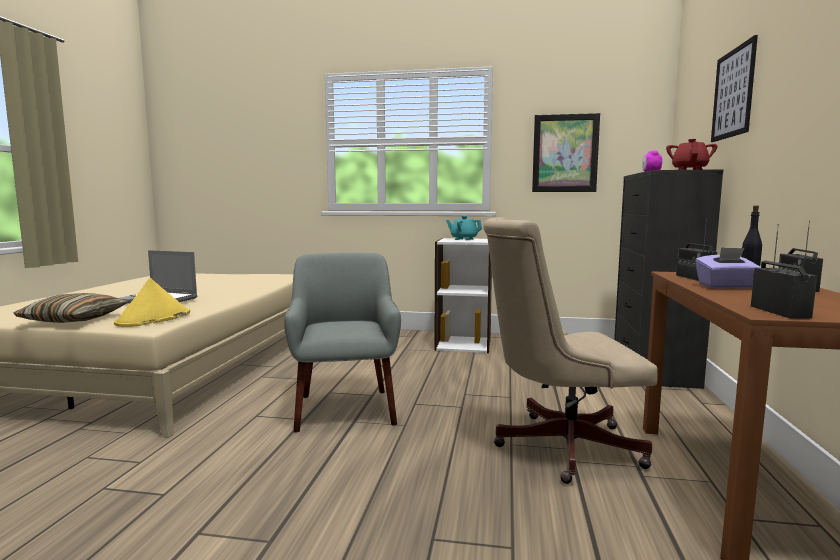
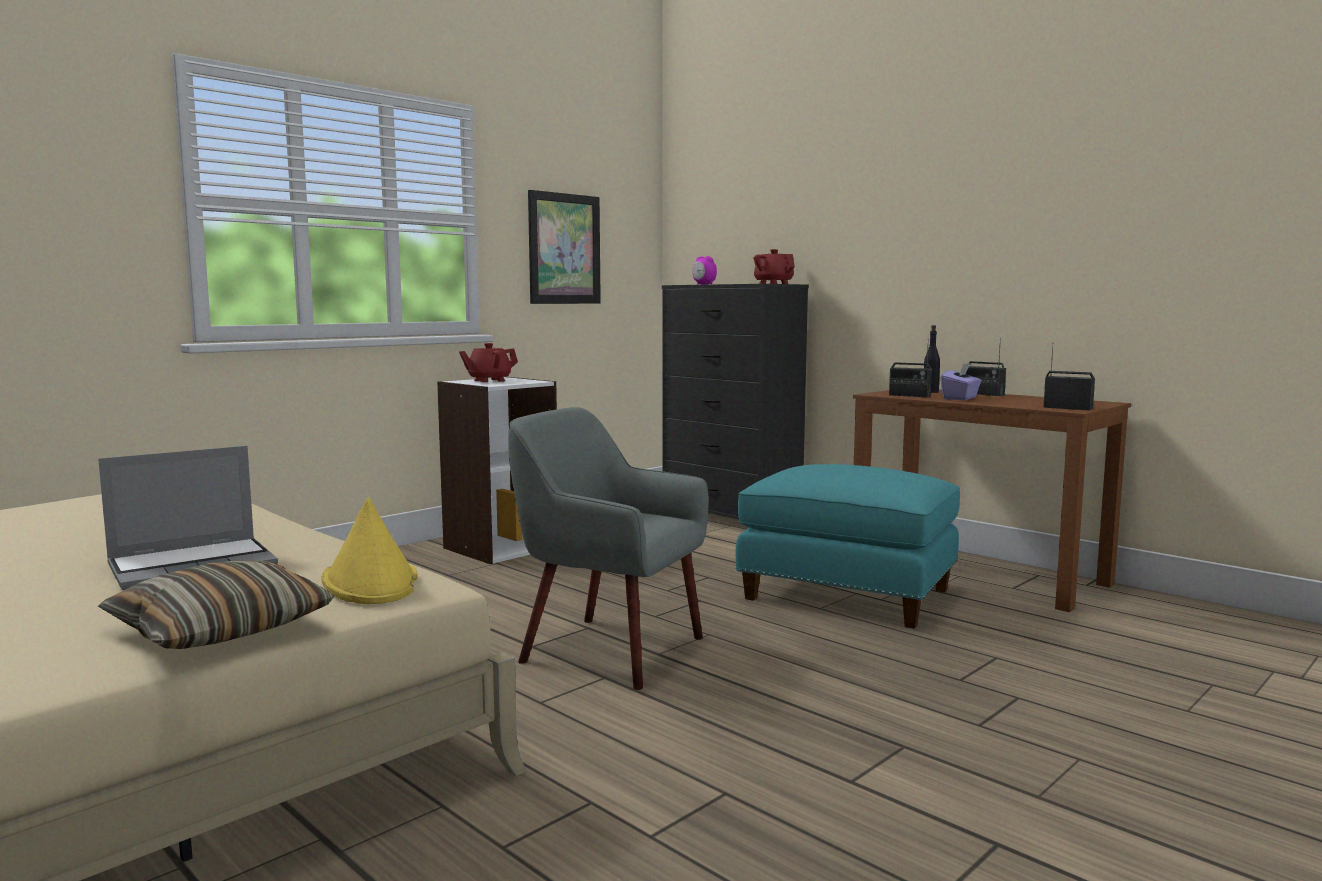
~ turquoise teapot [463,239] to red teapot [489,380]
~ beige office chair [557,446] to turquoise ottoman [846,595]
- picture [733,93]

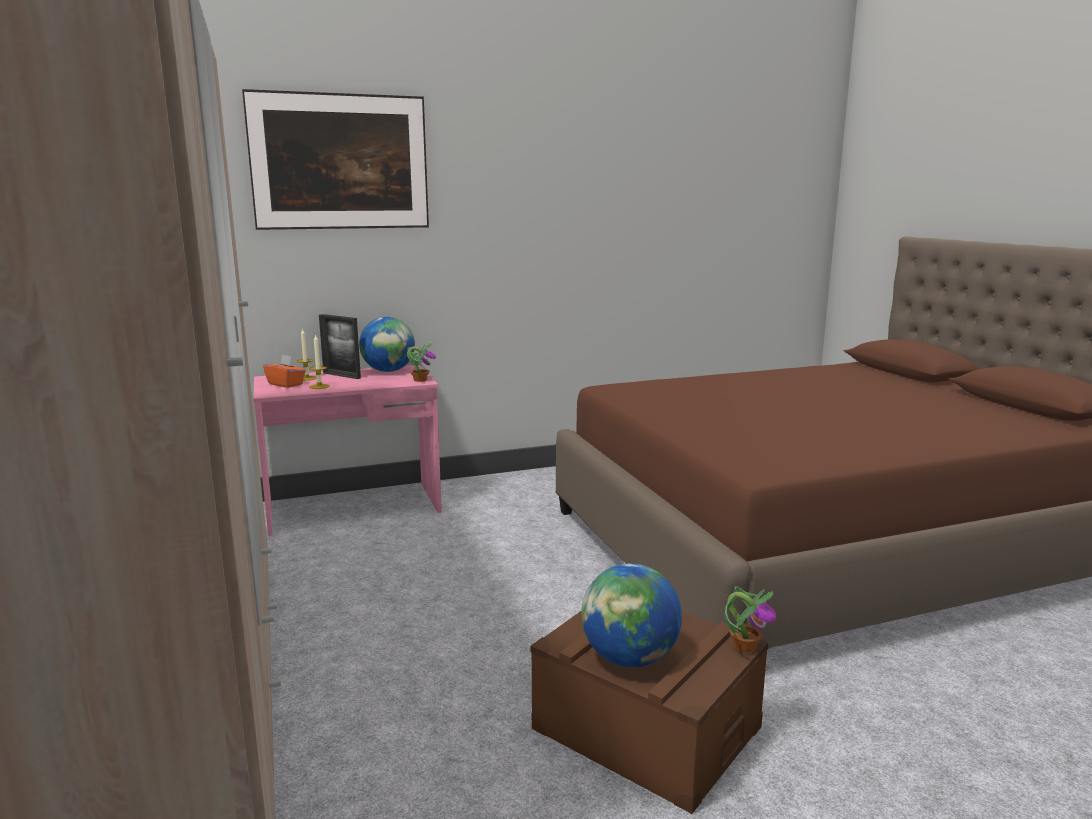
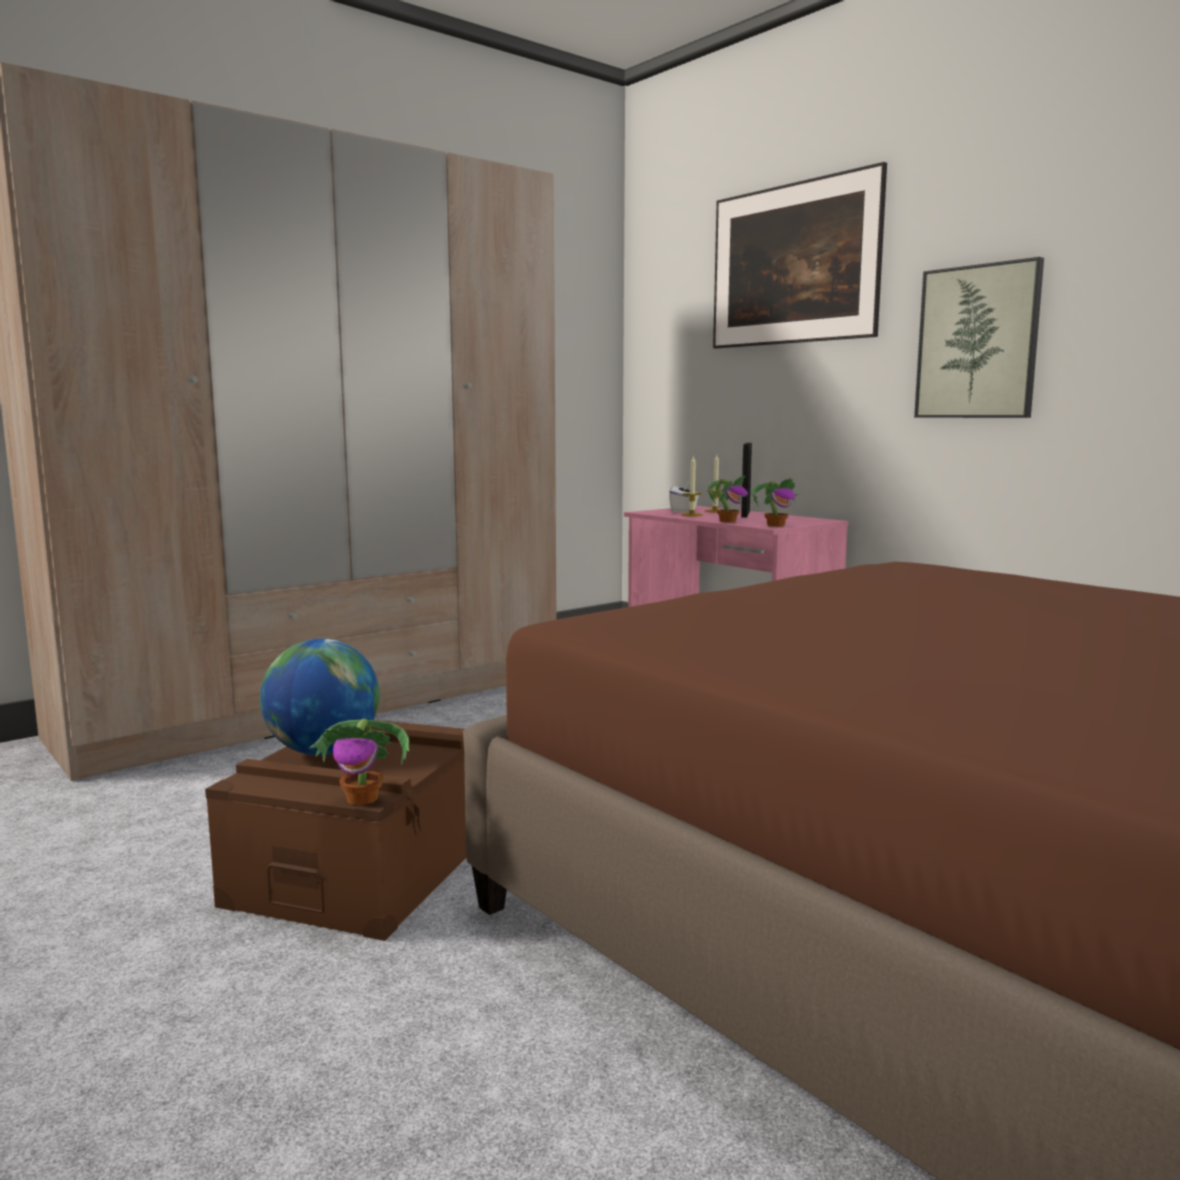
~ orange tissue box [286,384] to white tissue box [684,511]
+ potted plant [727,521]
+ picture [978,342]
- globe [388,371]

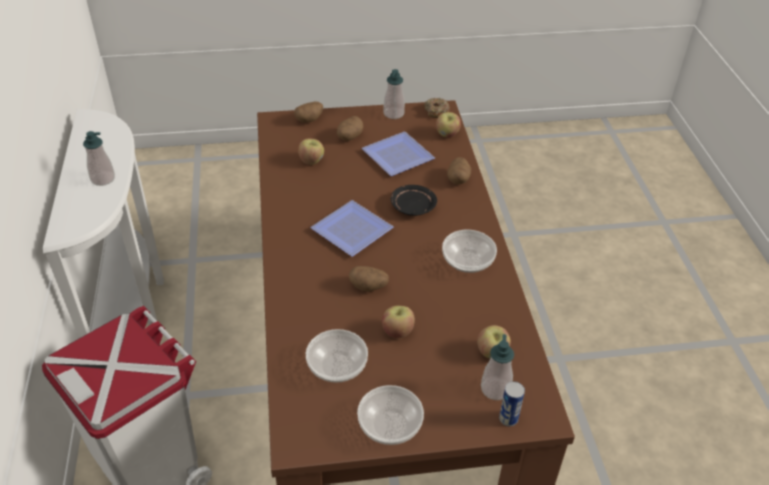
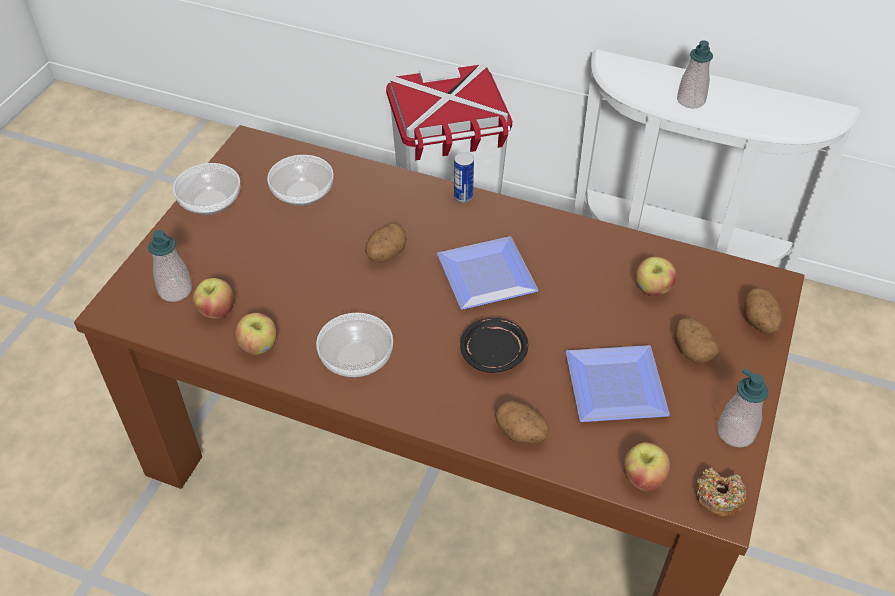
~ apple [397,331] to [259,346]
~ can [508,419] to [463,196]

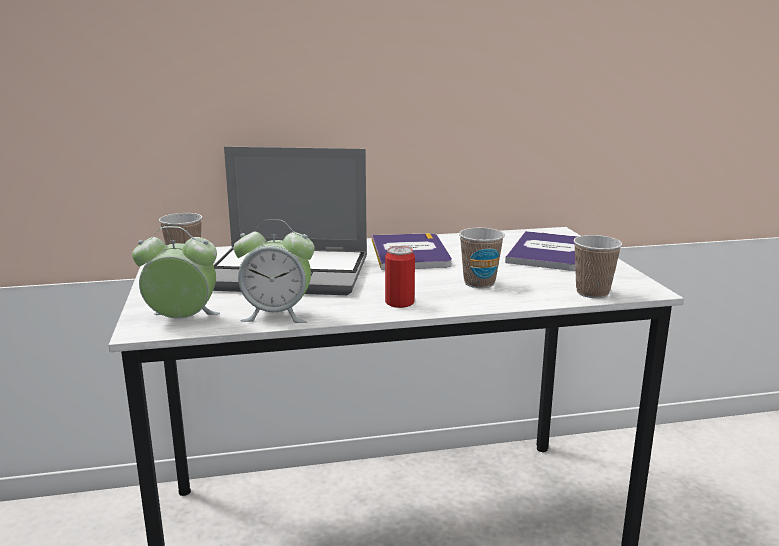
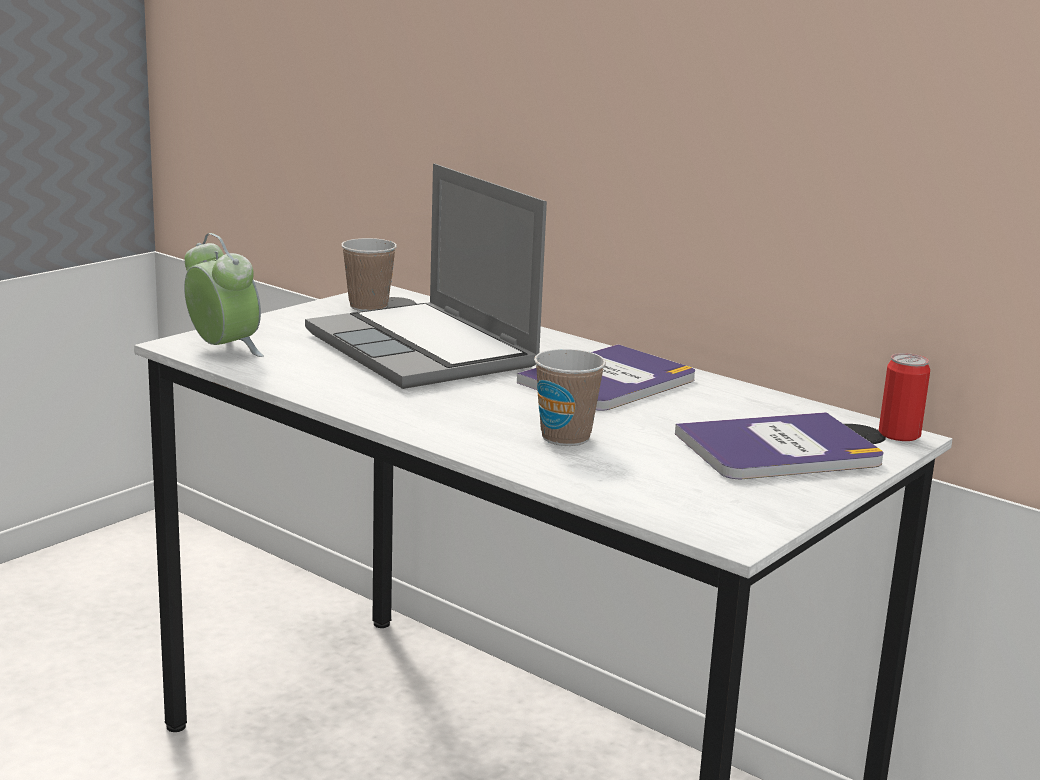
~ can [399,302] to [899,434]
- alarm clock [277,314]
- cup [592,293]

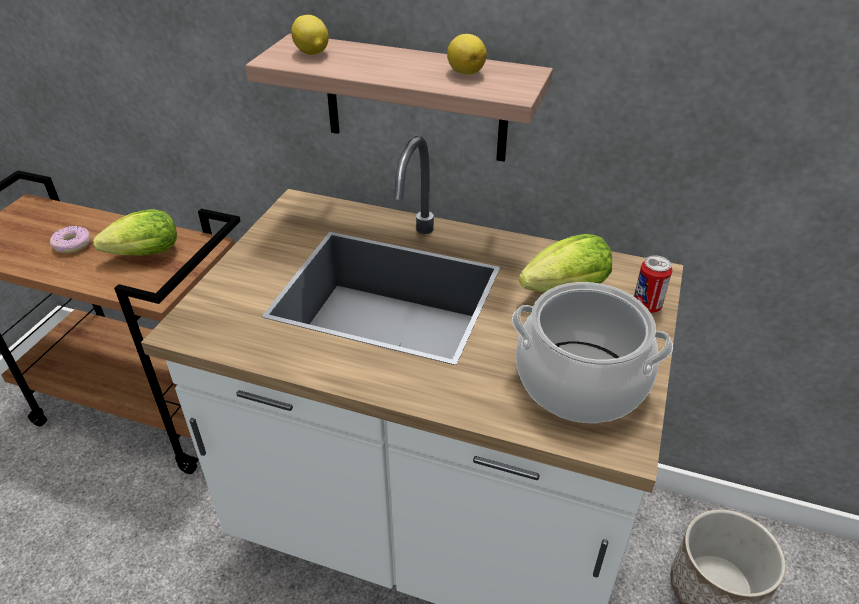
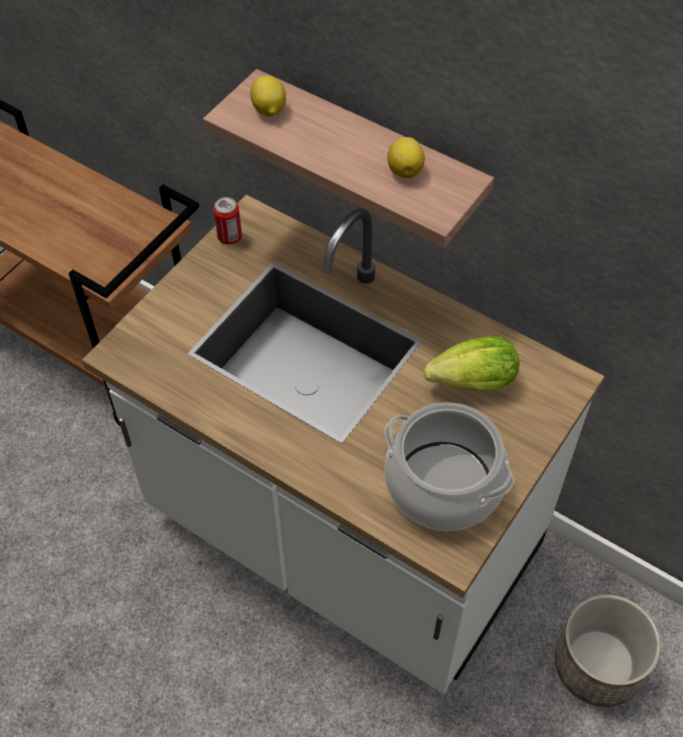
~ can [646,306] to [229,237]
- donut [72,245]
- lettuce [141,255]

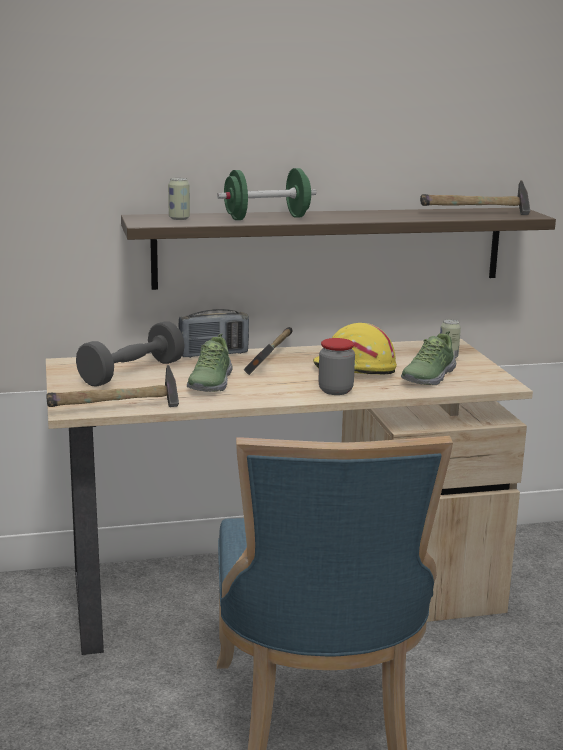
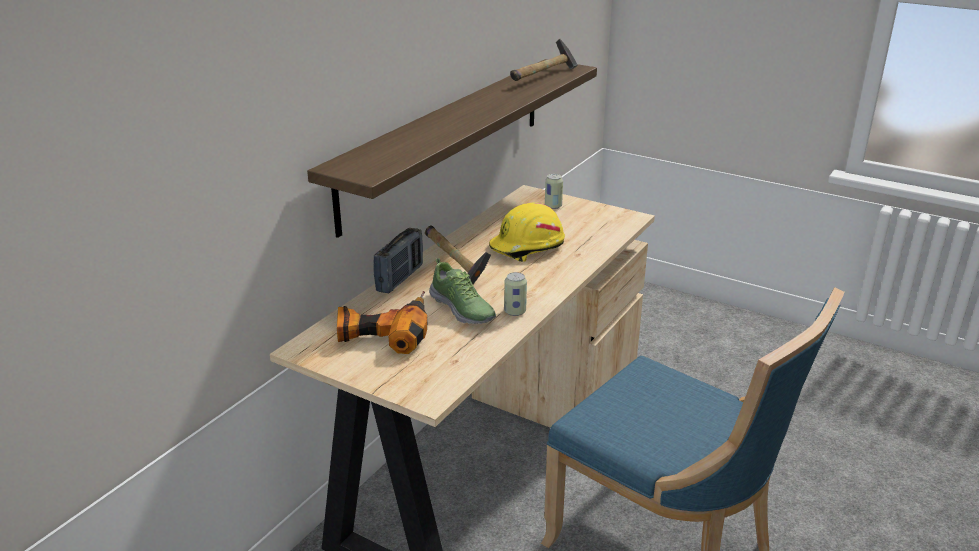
~ grey dumbbell [132,373] to power drill [383,331]
~ can [179,218] to [515,312]
- hammer [118,409]
- green dumbbell [267,218]
- jar [335,390]
- shoe [427,376]

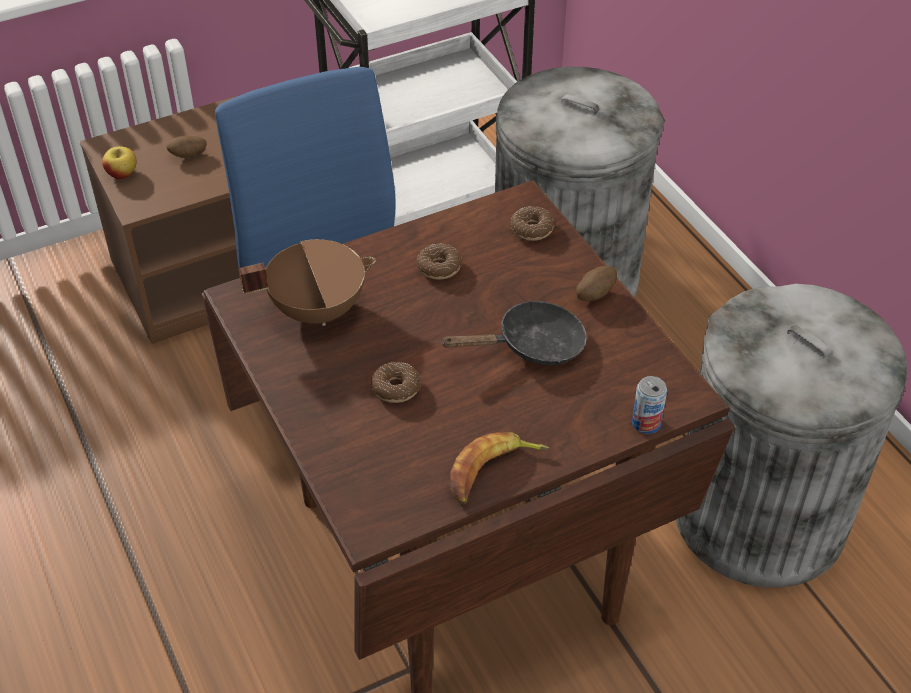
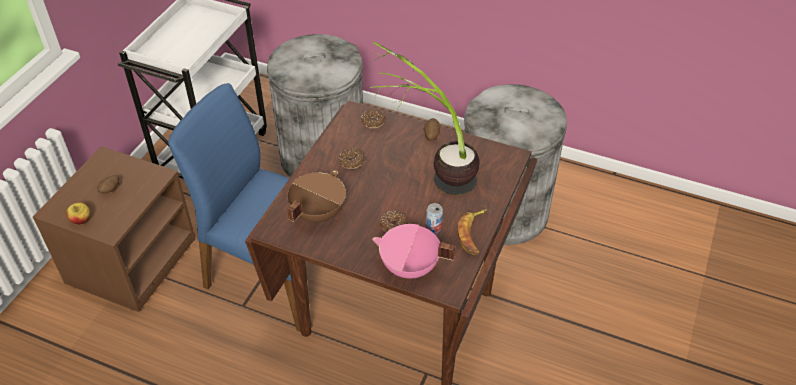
~ black frying pan [532,345] to potted plant [430,172]
+ pink cooking pot [409,268]
~ can [646,423] to [433,229]

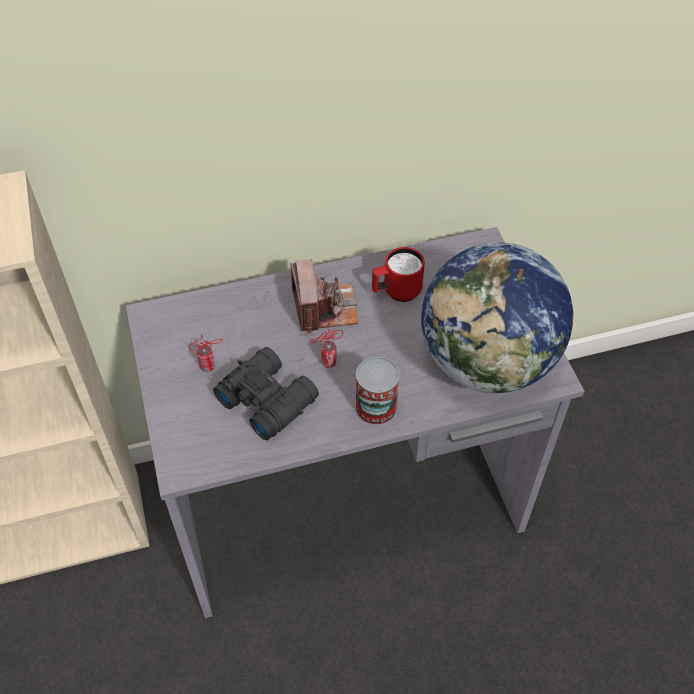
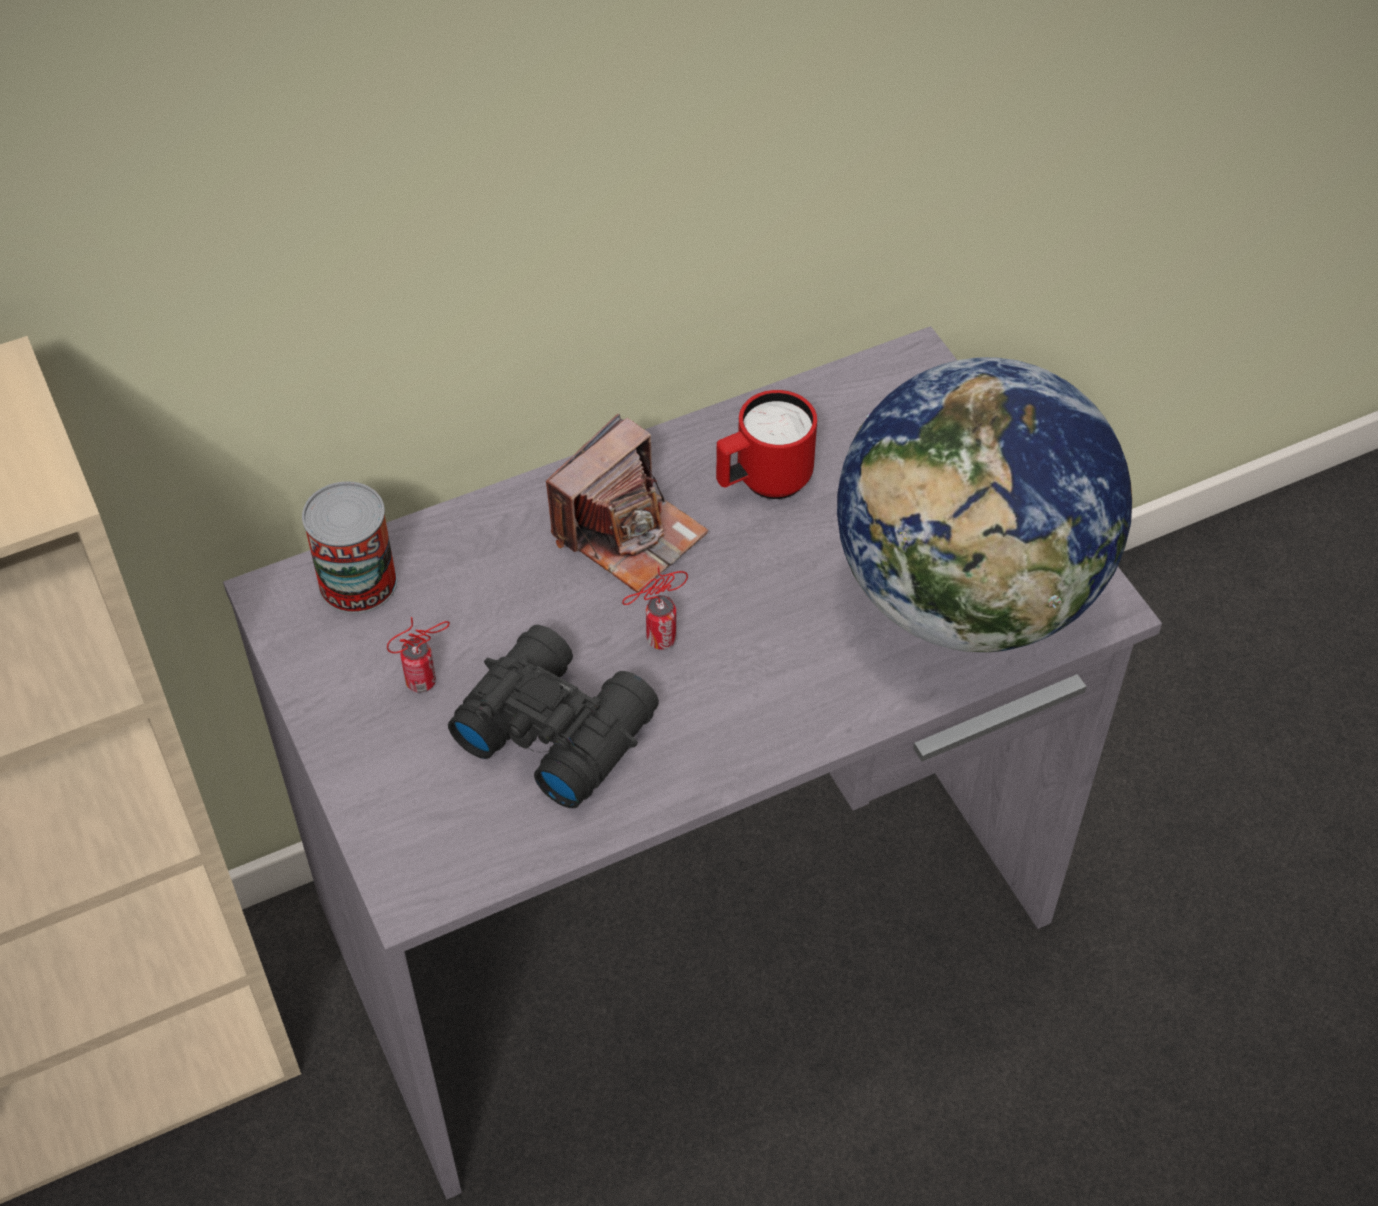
~ can [376,407] to [358,582]
~ photo camera [324,308] = [628,533] 60 degrees clockwise

